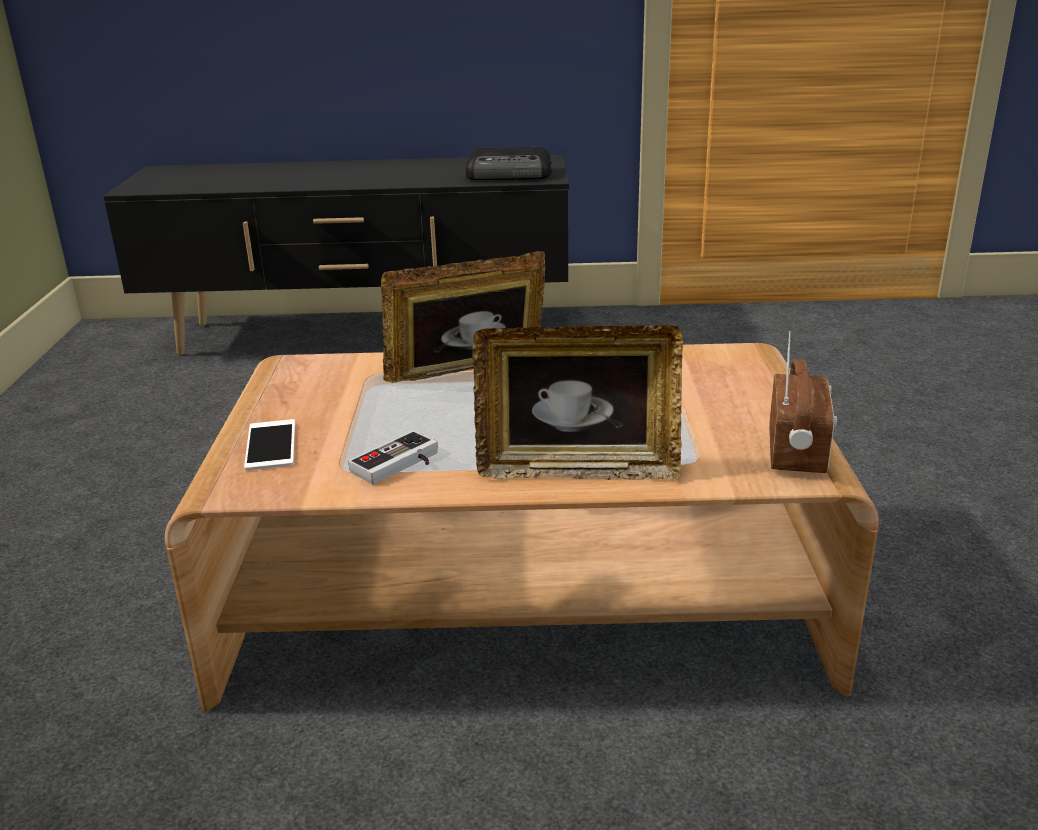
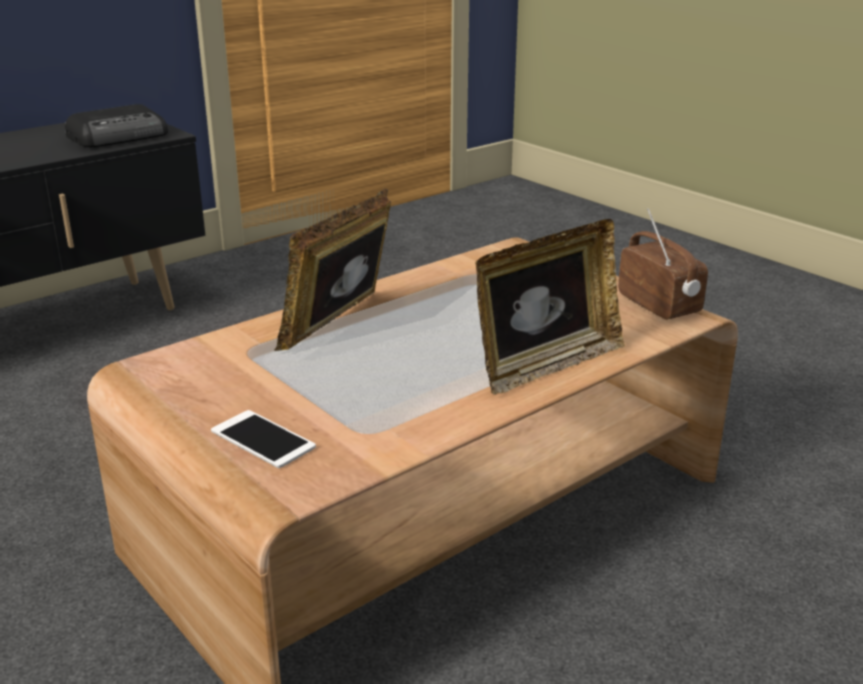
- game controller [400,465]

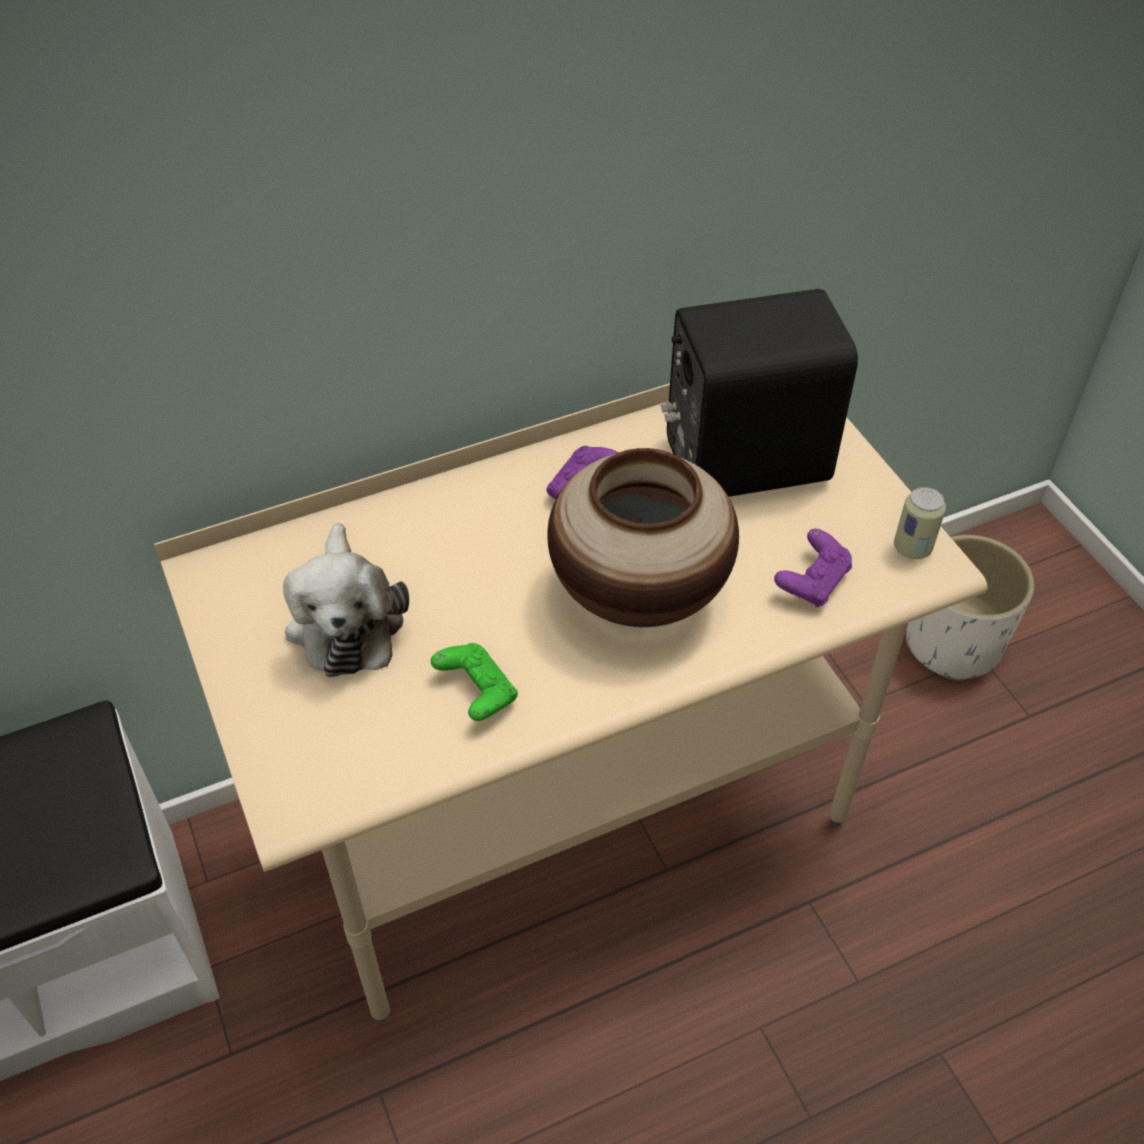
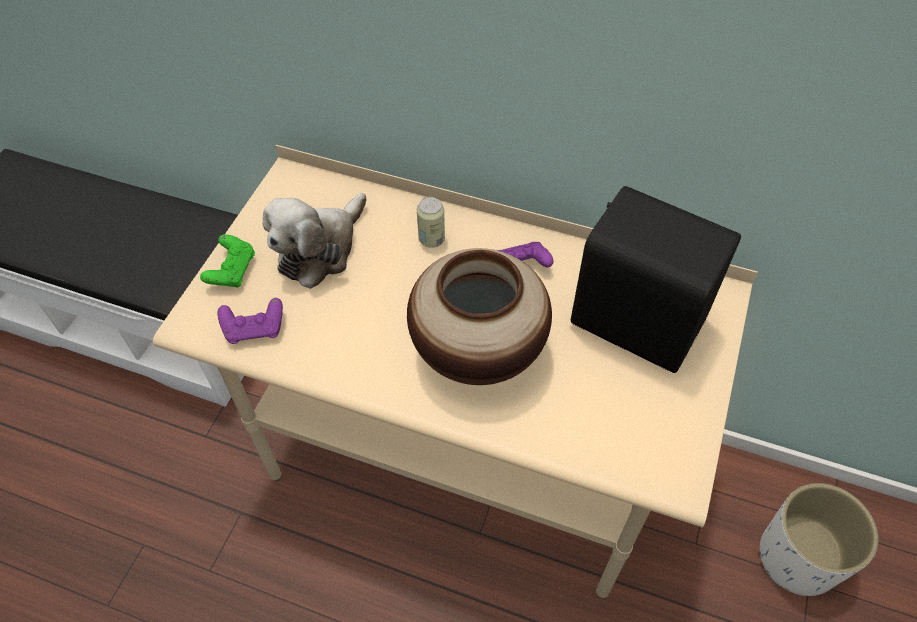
~ green game controller [477,692] to [232,271]
~ purple game controller [812,581] to [254,329]
~ can [912,548] to [431,239]

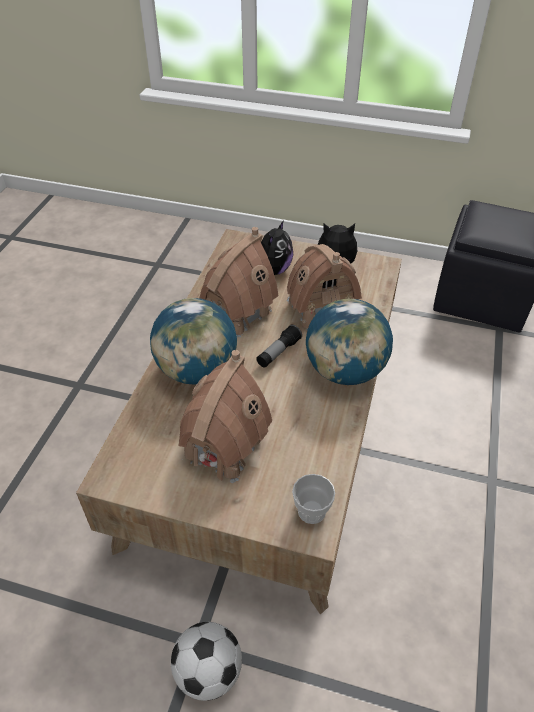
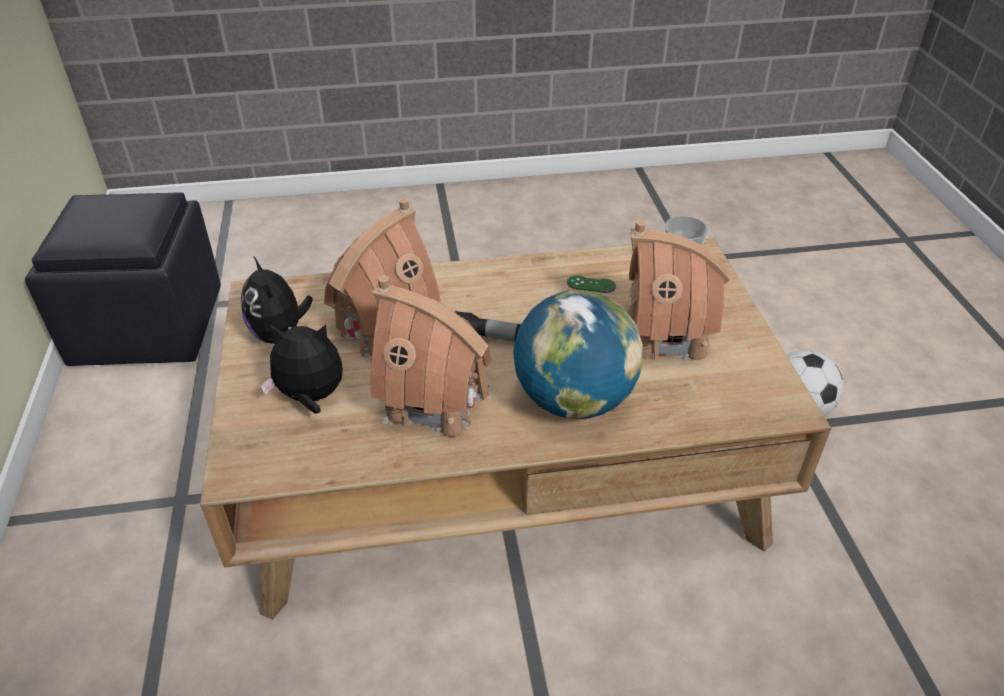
+ green game controller [591,284]
- globe [345,371]

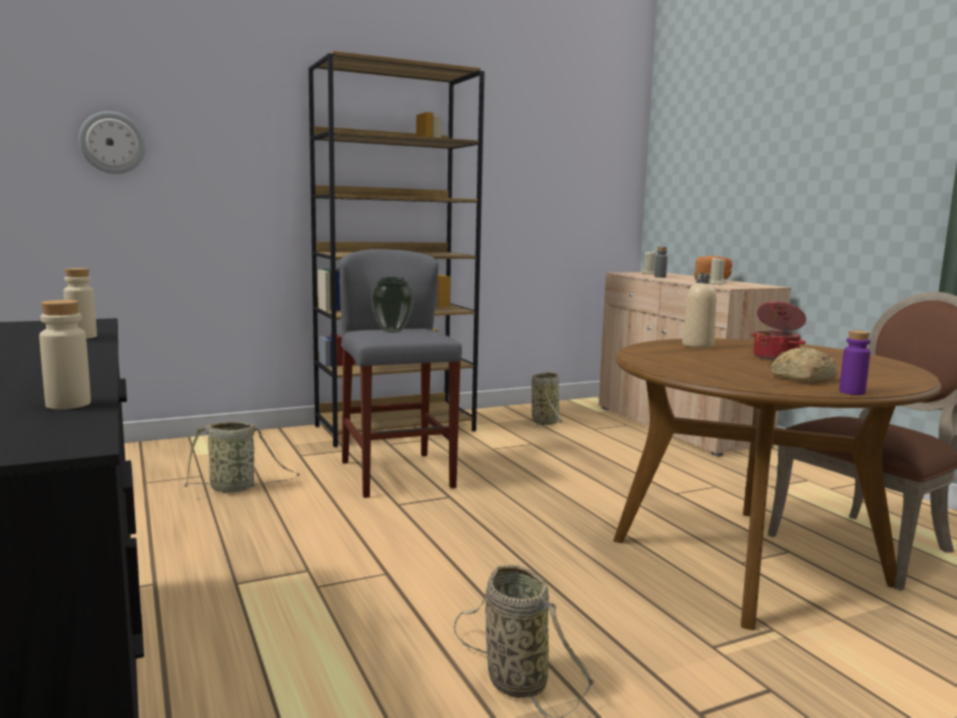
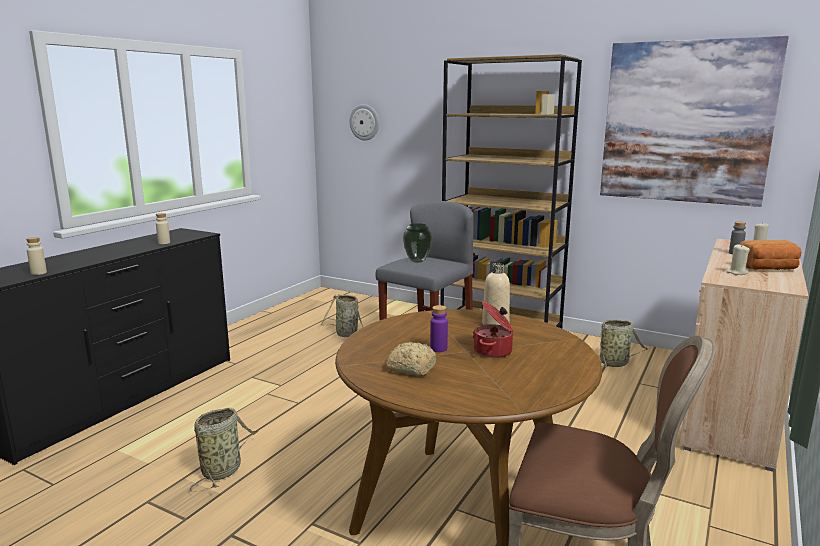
~ purple bottle [852,392] to [438,349]
+ picture [686,122]

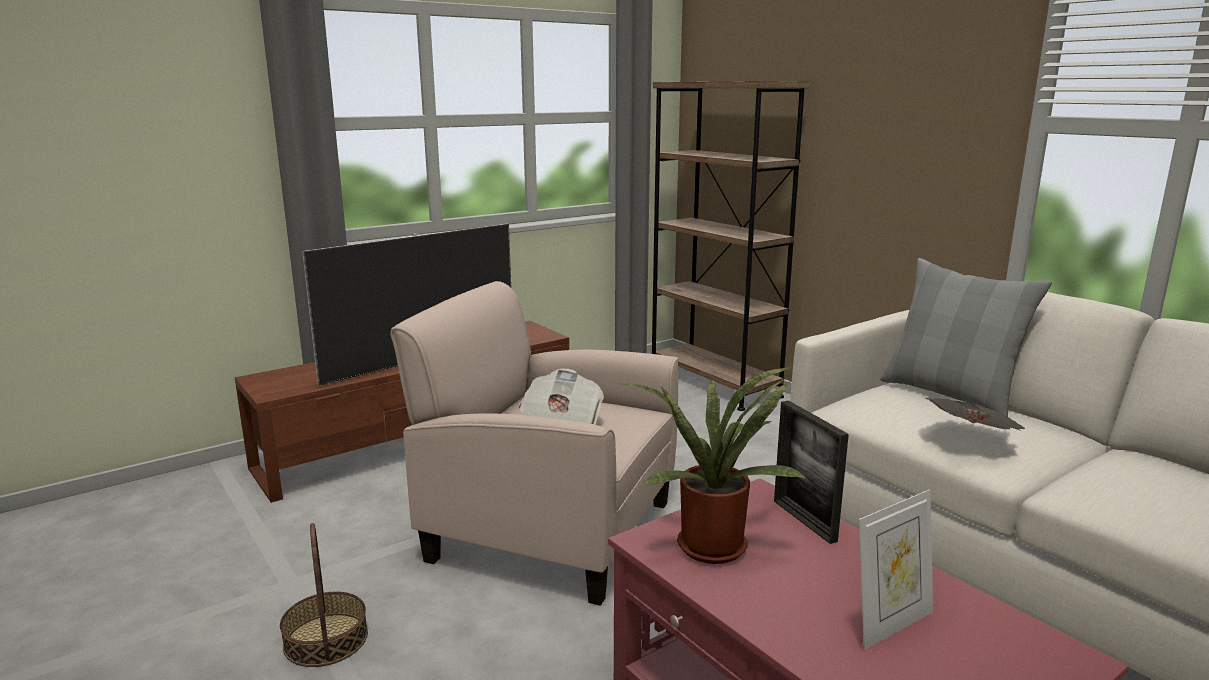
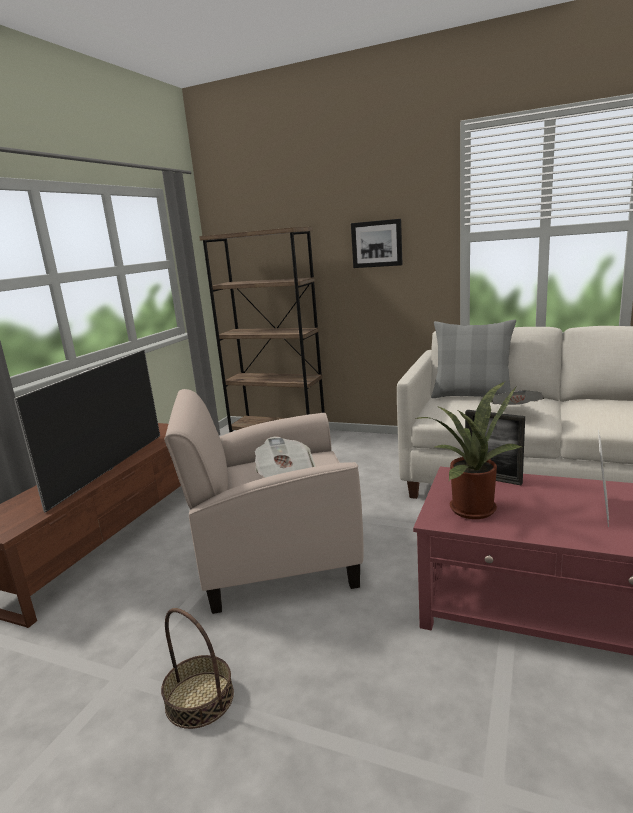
+ picture [377,244]

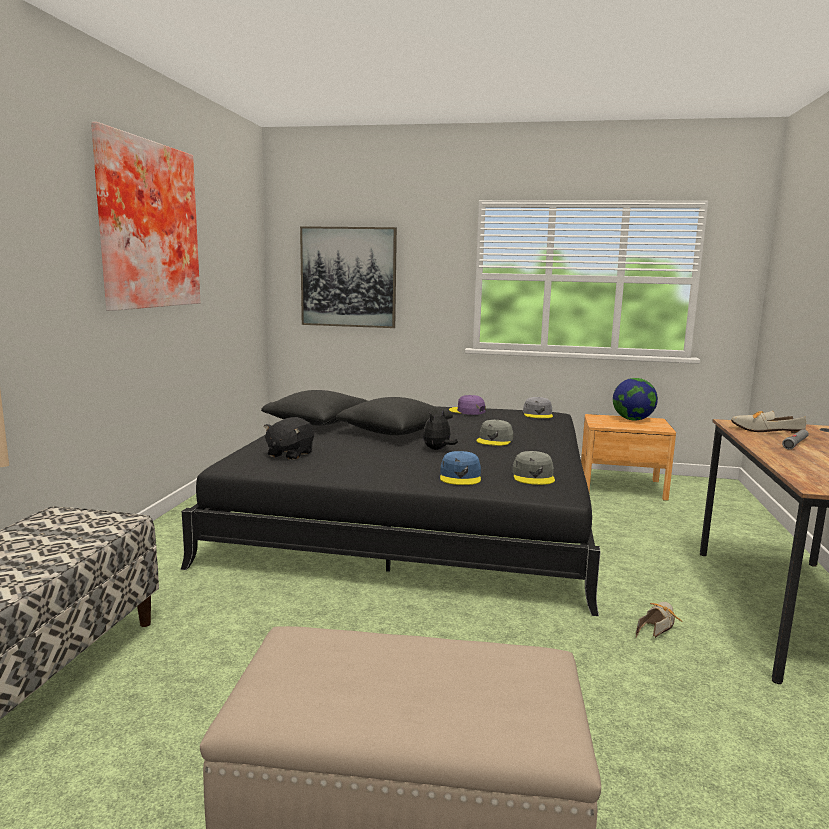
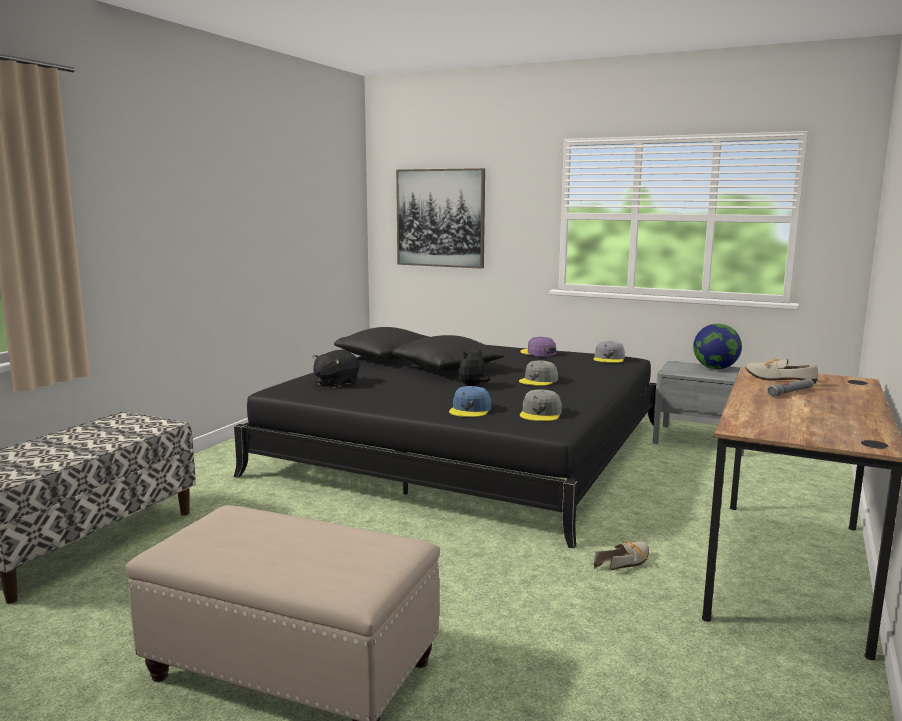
~ brown nightstand [621,487] to grey nightstand [700,439]
- picture [145,225]

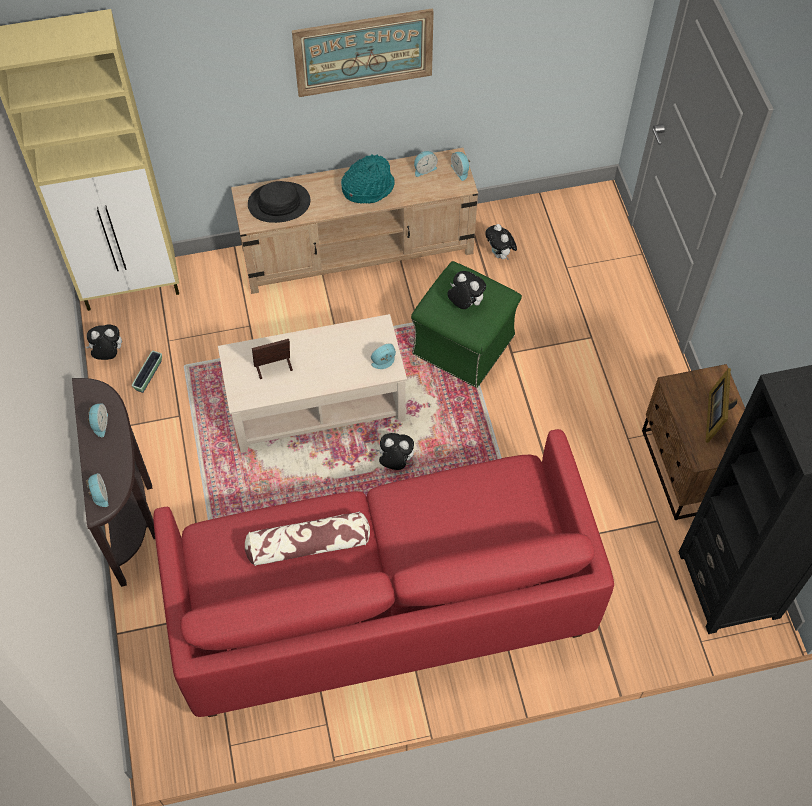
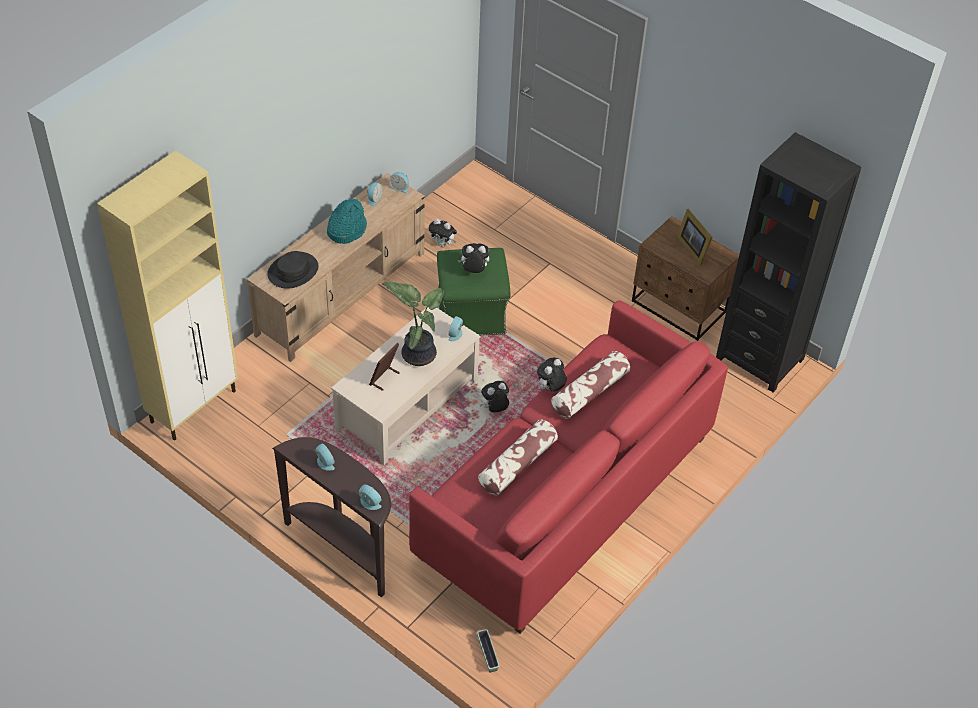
+ potted plant [418,353]
~ planter [148,375] to [487,654]
~ plush toy [108,354] to [550,388]
+ pillow [589,392]
- picture [363,52]

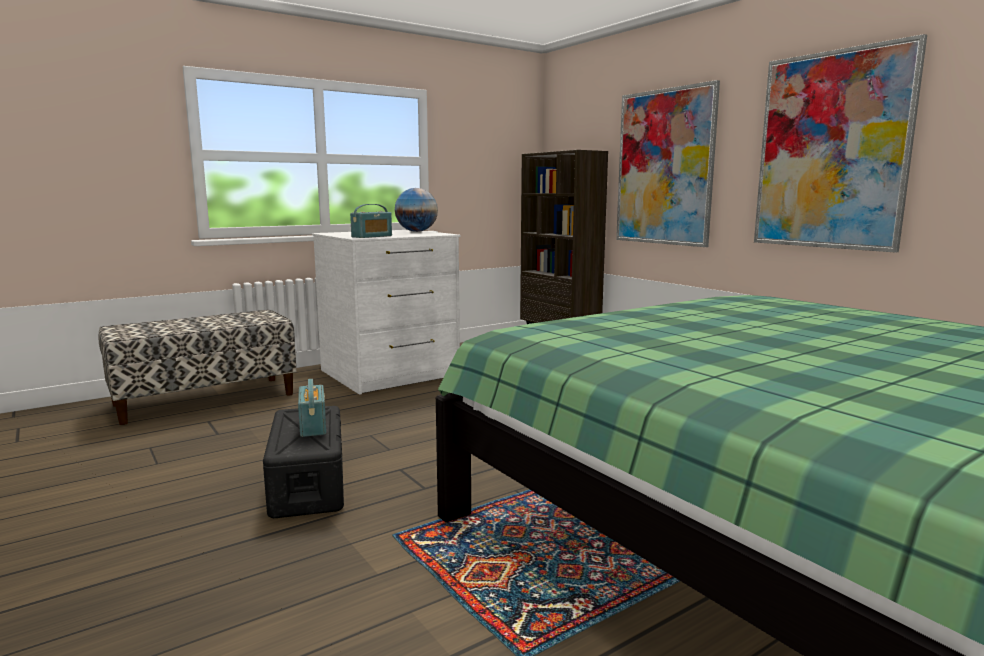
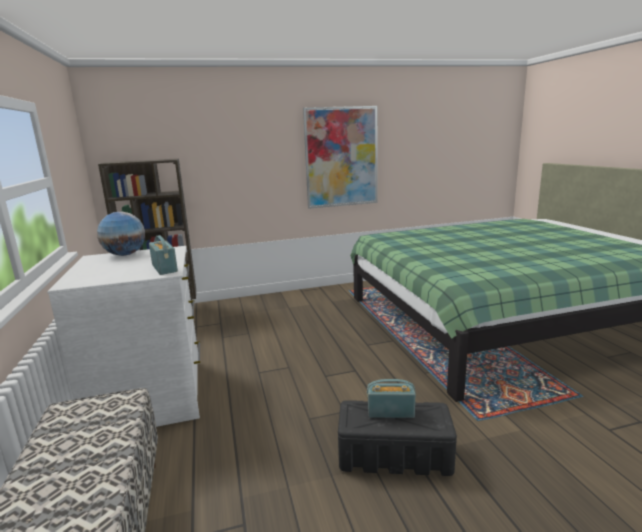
- picture [664,167]

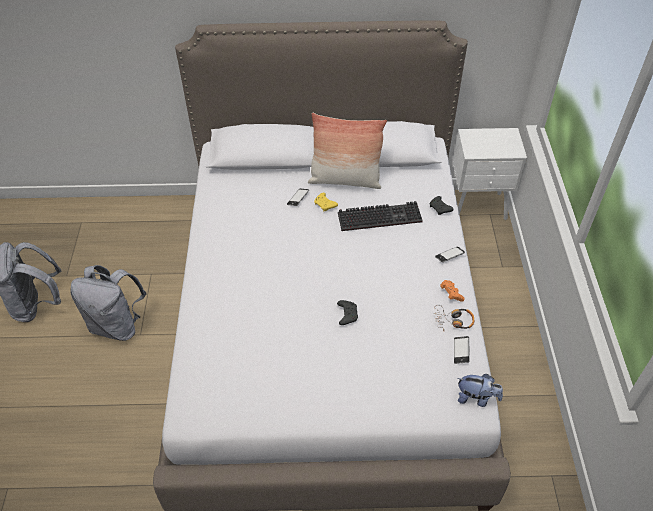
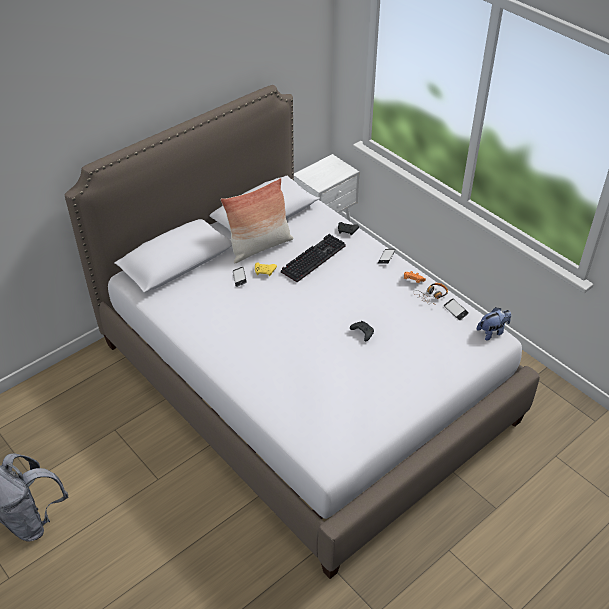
- grey backpack [118,325]

